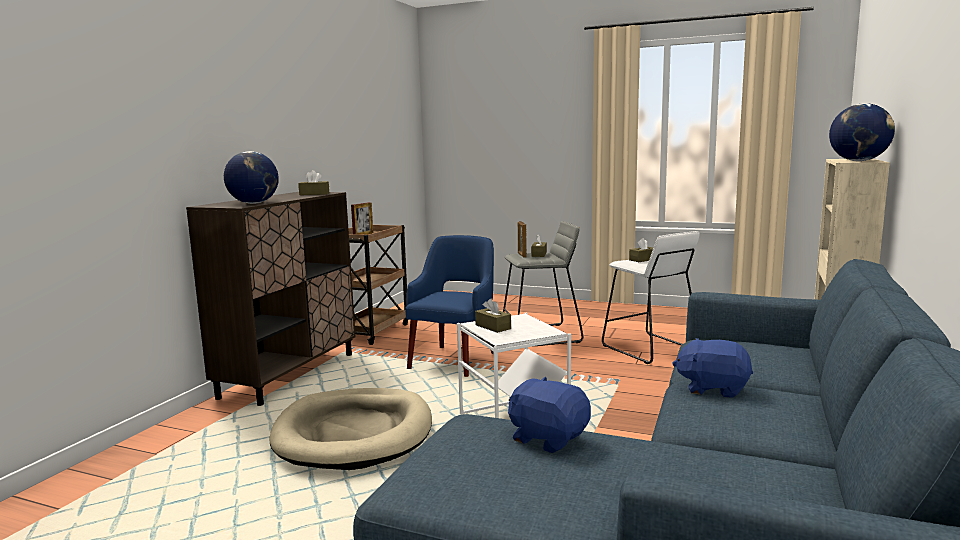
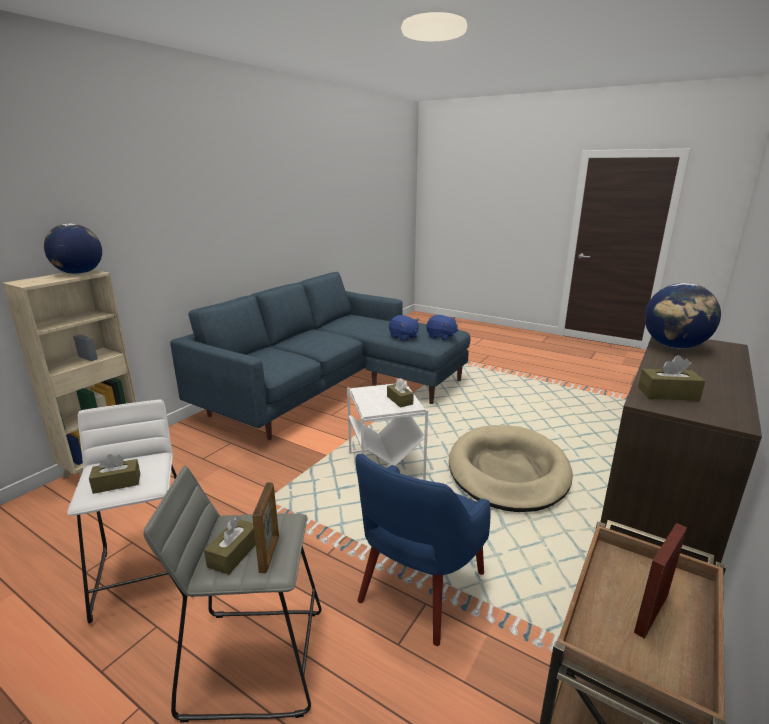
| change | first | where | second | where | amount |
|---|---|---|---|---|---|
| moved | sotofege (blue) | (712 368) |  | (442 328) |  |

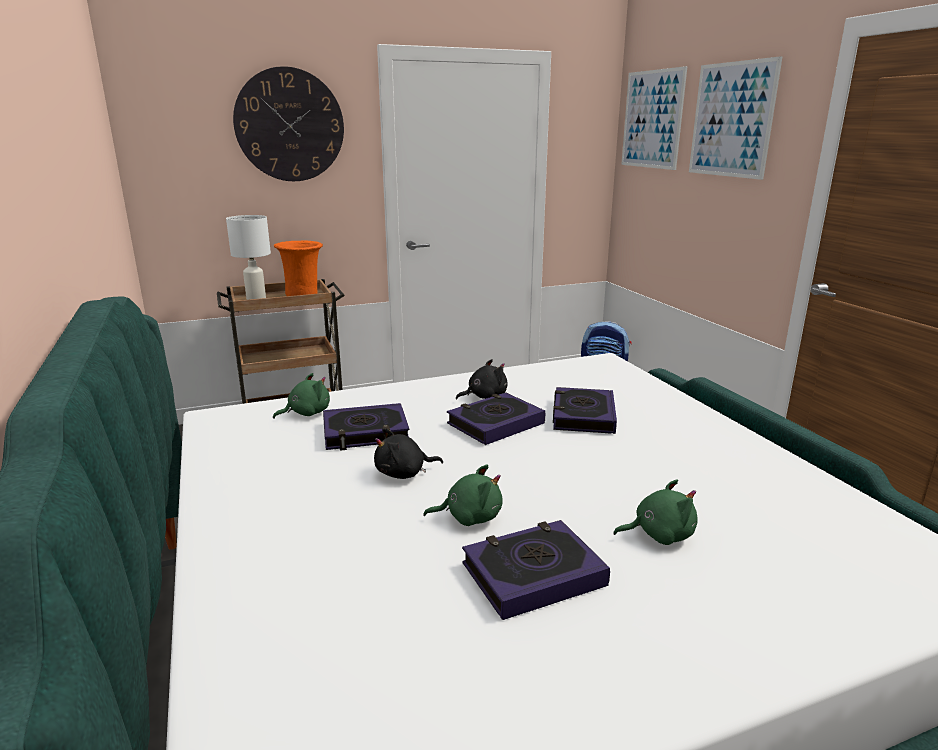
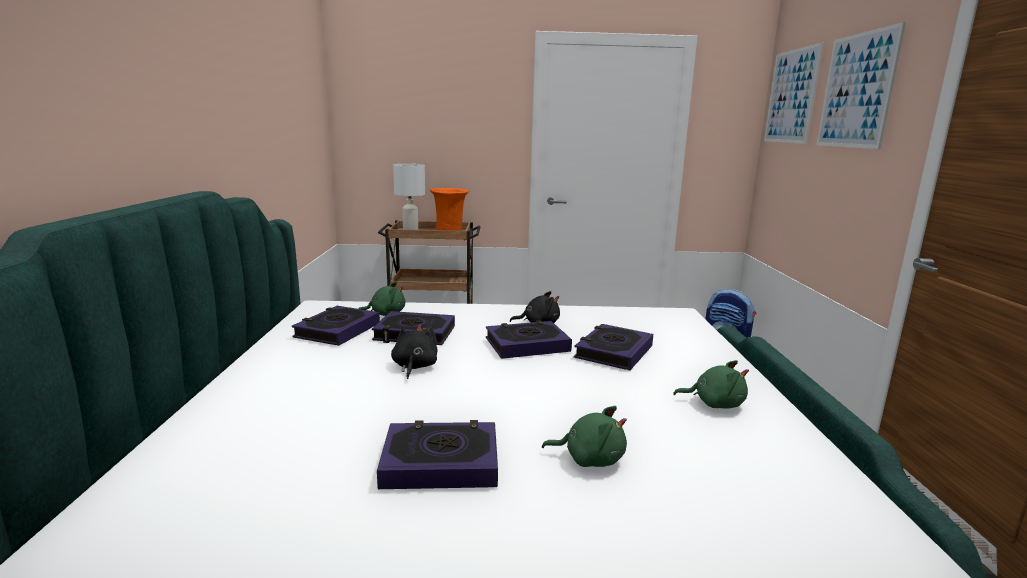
| change | first | where | second | where | amount |
|---|---|---|---|---|---|
| added |  |  | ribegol | (336 326) |  |
| turned | sotofege (black) | (408 453) |  | (414 351) | 90 degrees clockwise |
| moved | sotofege (green) | (463 495) |  | (711 384) |  |
| removed | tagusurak | (288 123) |  |  |  |

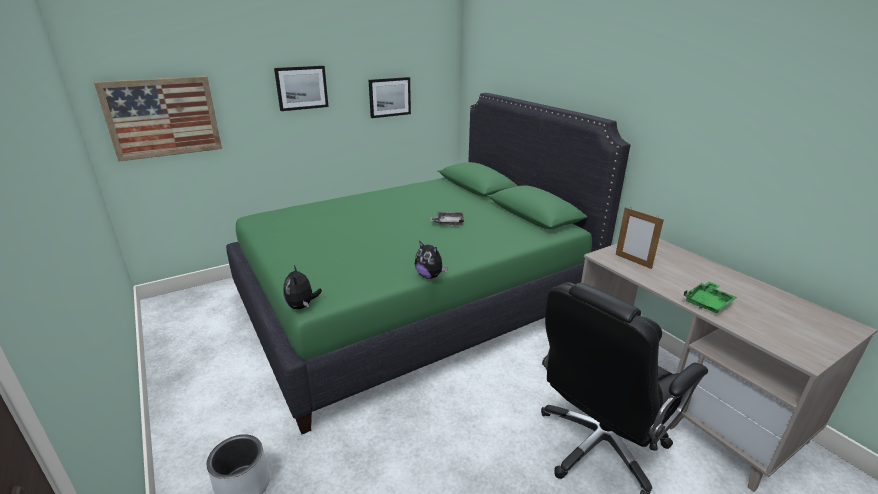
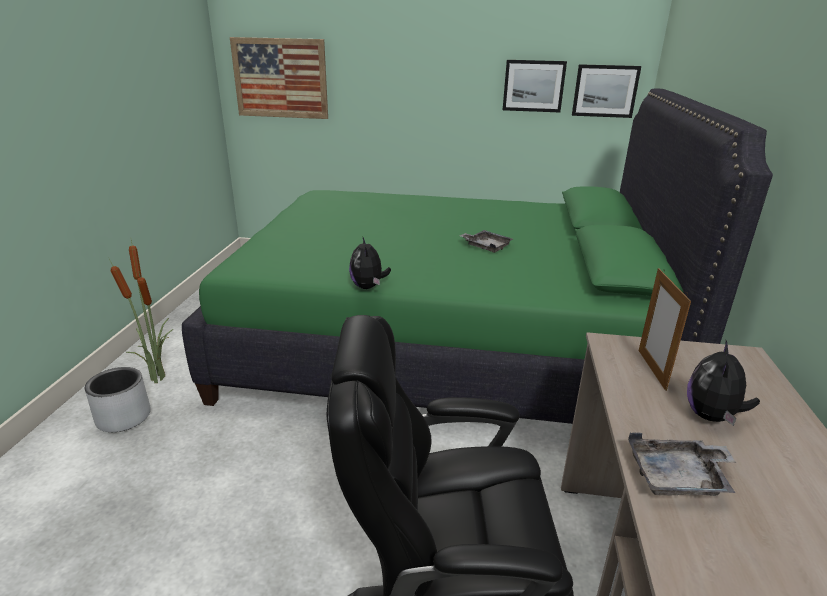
| change | first | where | second | where | amount |
|---|---|---|---|---|---|
| added |  |  | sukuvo | (141 309) |  |
| moved | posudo | (301 88) |  | (606 91) |  |
| recoloured | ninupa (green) | (710 297) | ninupa (grey) | (682 464) |  |
| moved | sotofege | (302 287) |  | (723 383) |  |

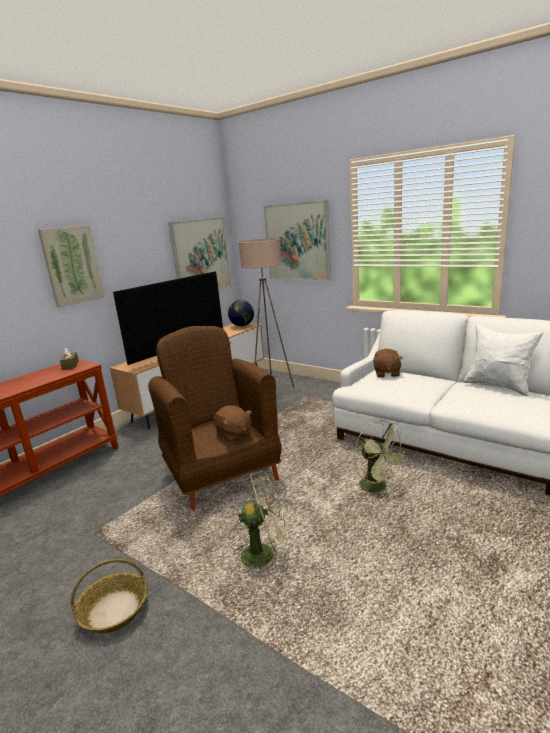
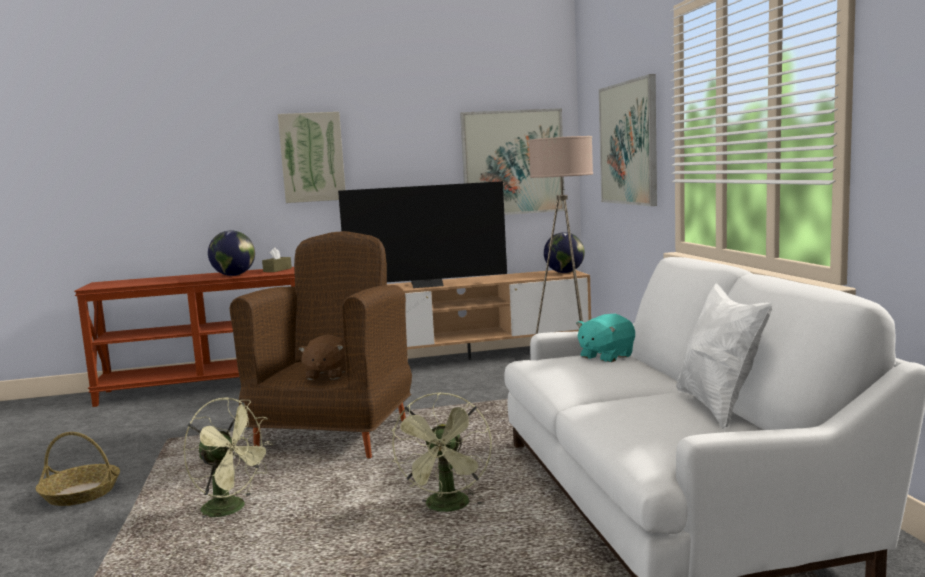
| change | first | where | second | where | amount |
|---|---|---|---|---|---|
| added |  |  | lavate | (231 253) |  |
| recoloured | sotofege (brown) | (388 363) | sotofege (turquoise) | (605 338) |  |

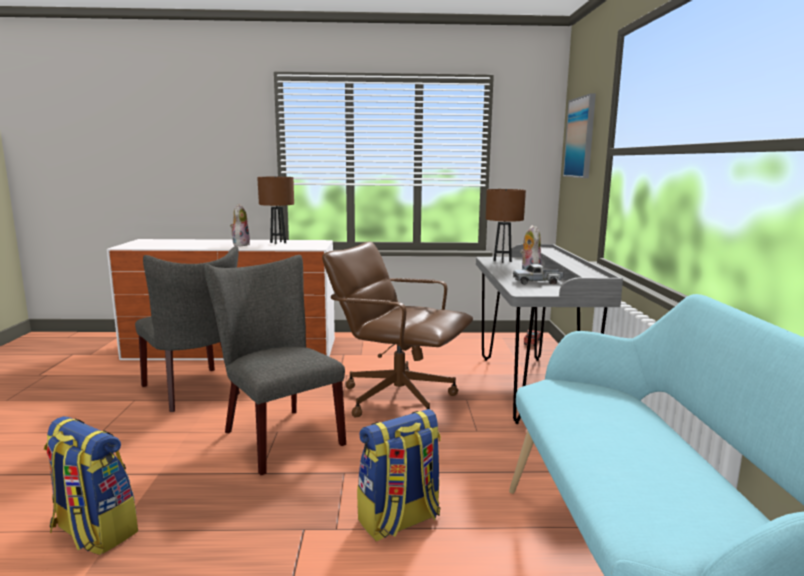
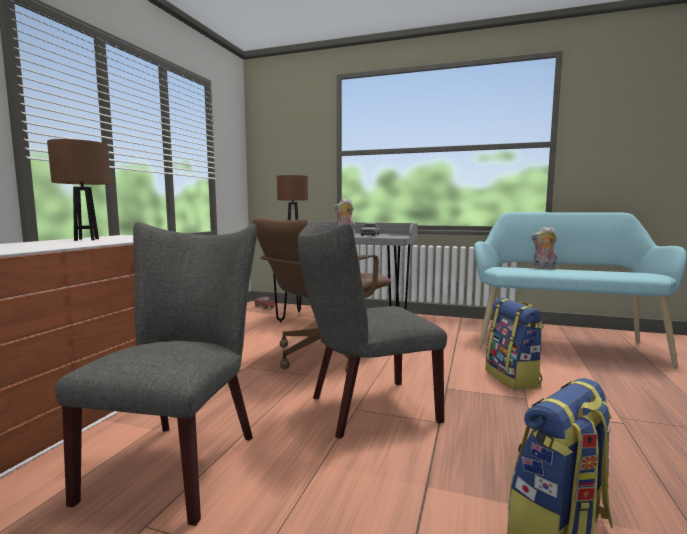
| change | first | where | second | where | amount |
|---|---|---|---|---|---|
| turned | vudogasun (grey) | (187 329) |  | (156 374) | 60 degrees counterclockwise |
| moved | sotofege | (240 225) |  | (544 248) |  |
| removed | posudo | (579 135) |  |  |  |

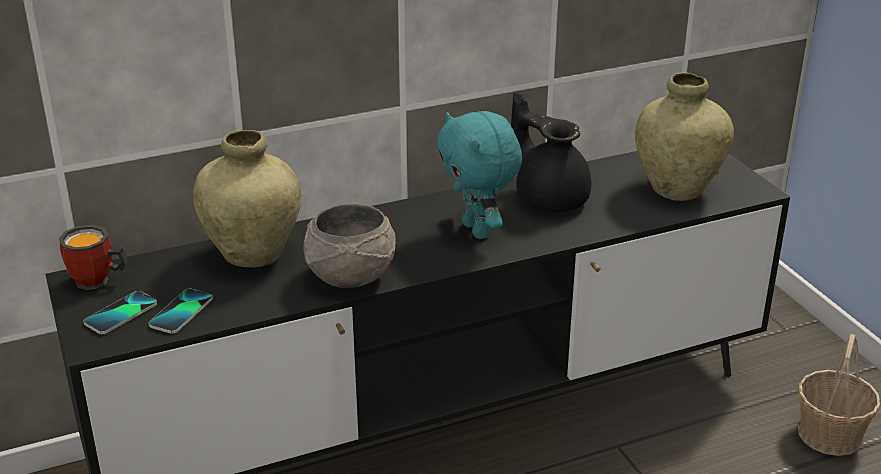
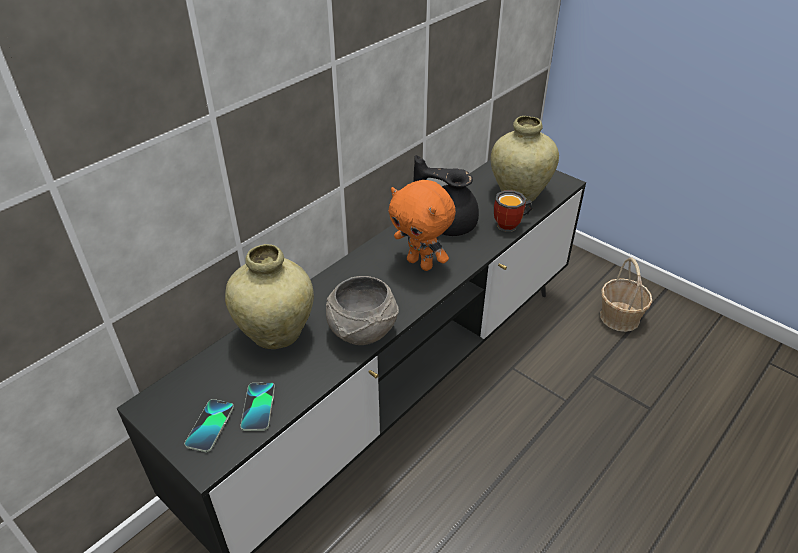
| change | first | where | second | where | amount |
|---|---|---|---|---|---|
| recoloured | sotofege (turquoise) | (479 175) | sotofege (orange) | (422 225) |  |
| moved | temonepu | (93 257) |  | (513 211) |  |

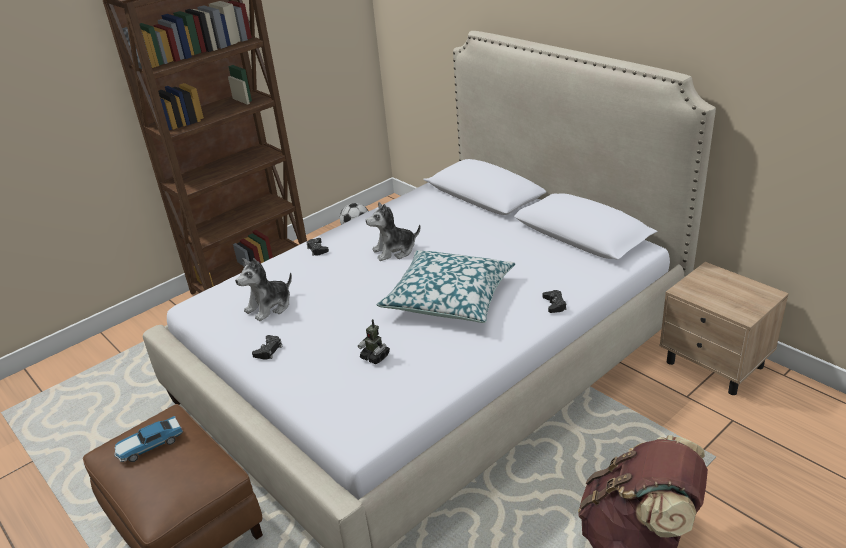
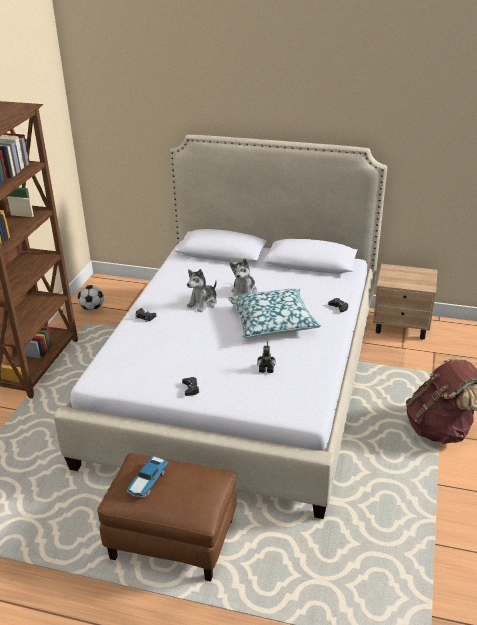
| change | first | where | second | where | amount |
|---|---|---|---|---|---|
| moved | sotofege | (263 289) |  | (243 277) |  |

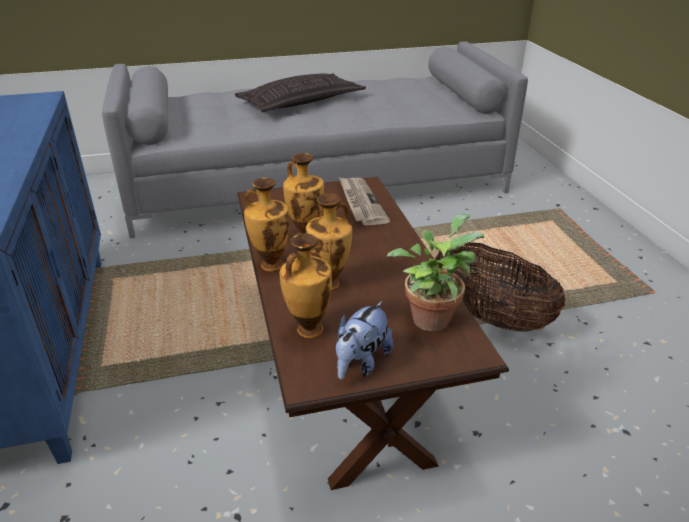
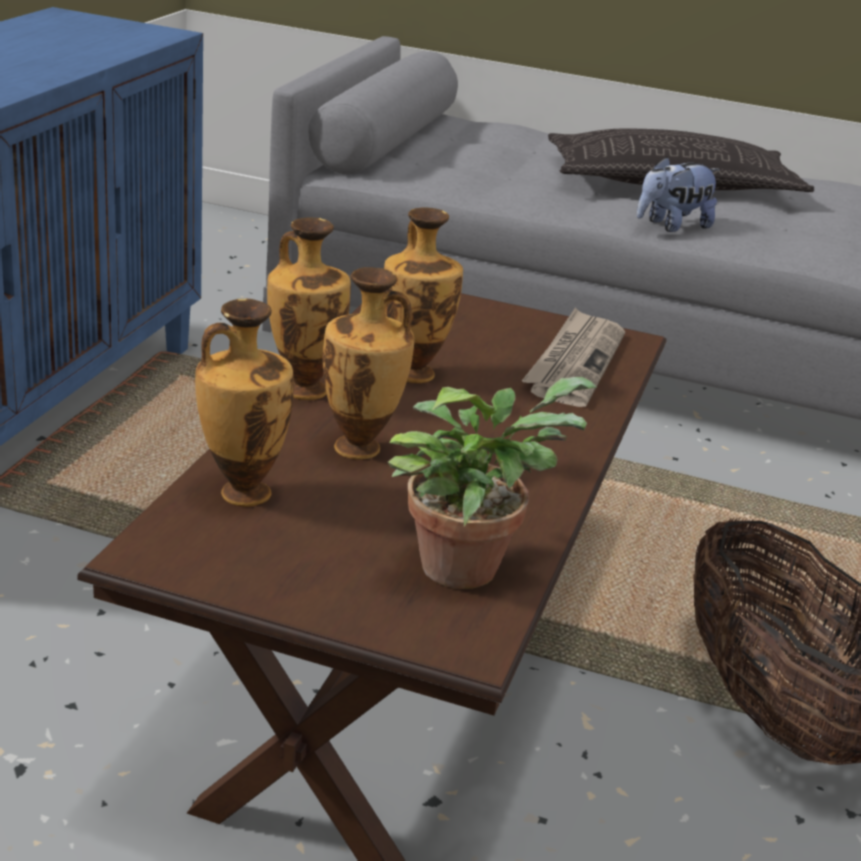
| change | first | where | second | where | amount |
|---|---|---|---|---|---|
| moved | sotofege | (364 340) |  | (678 194) |  |

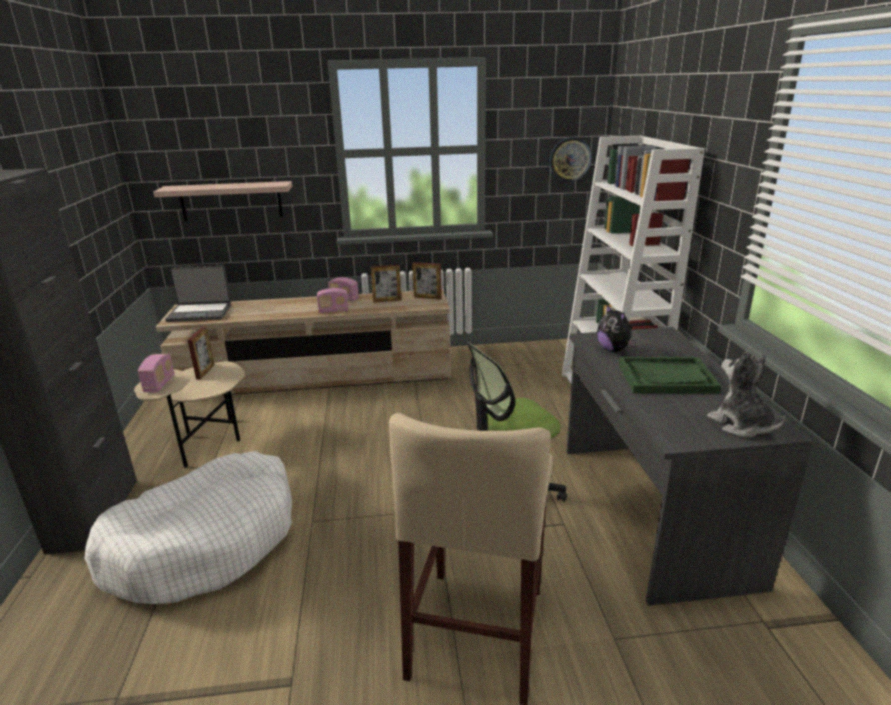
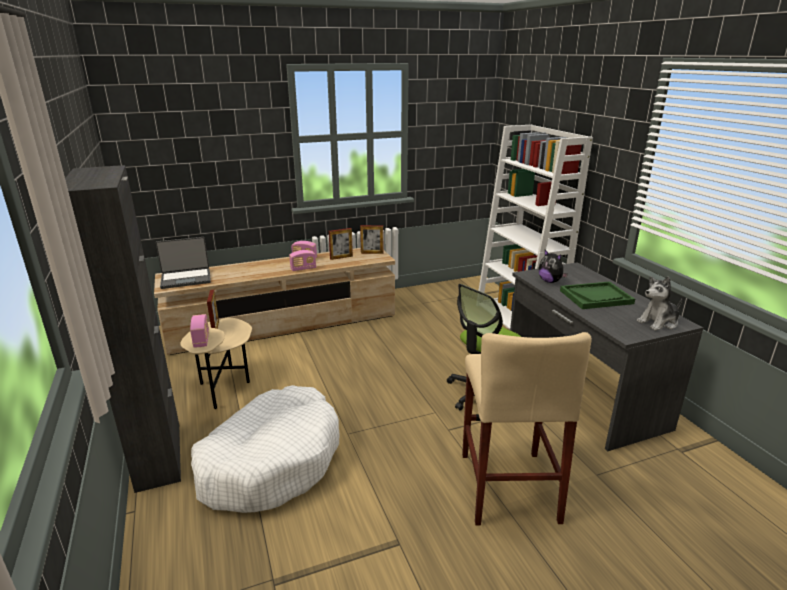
| change | first | where | second | where | amount |
|---|---|---|---|---|---|
| turned | sotofege | (746 394) |  | (659 303) | 75 degrees counterclockwise |
| removed | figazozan | (222 201) |  |  |  |
| removed | tagusurak | (571 159) |  |  |  |

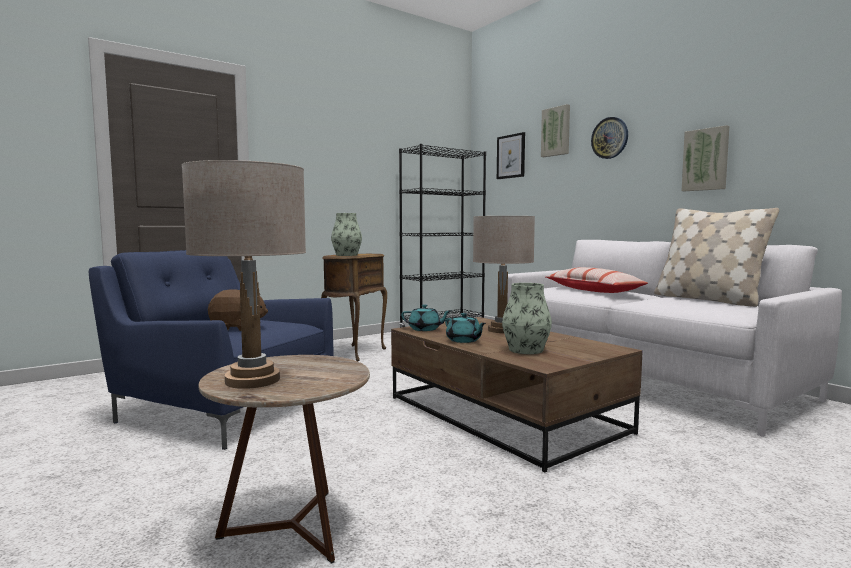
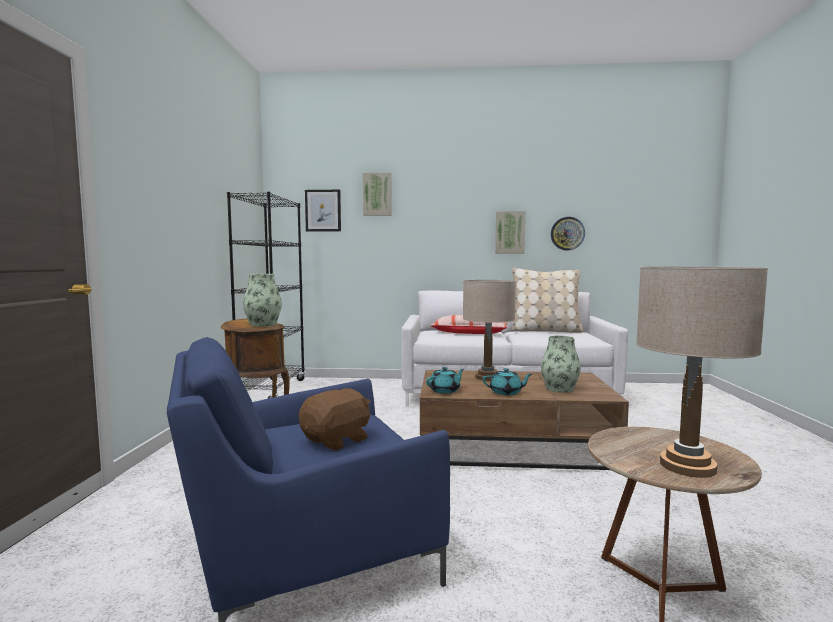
| change | first | where | second | where | amount |
|---|---|---|---|---|---|
| moved | tagusurak | (609 138) |  | (568 233) |  |

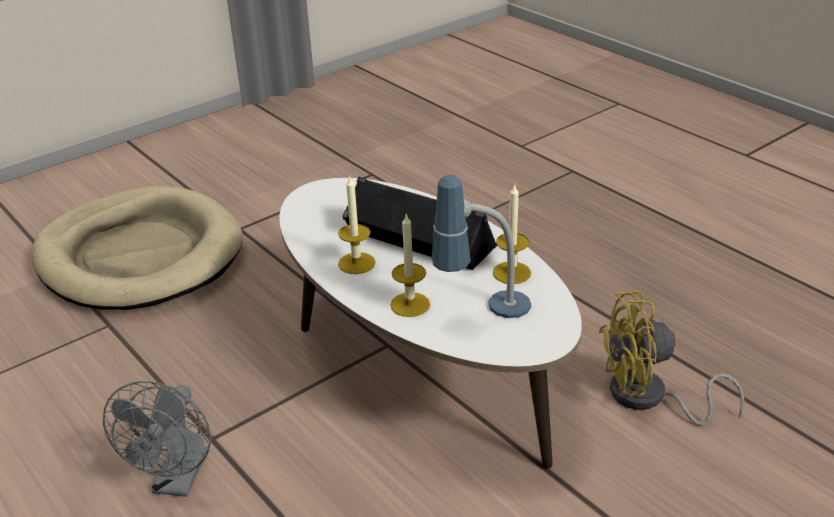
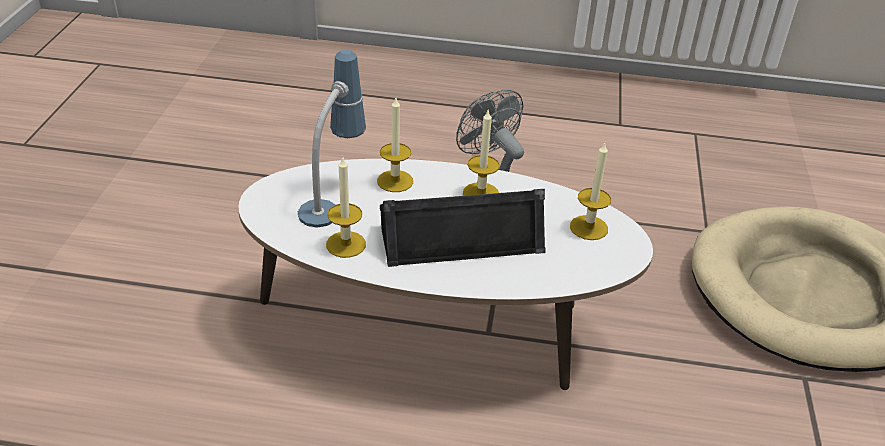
| change | first | where | second | where | amount |
|---|---|---|---|---|---|
| added |  |  | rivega | (590 191) |  |
| removed | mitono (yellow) | (672 358) |  |  |  |

